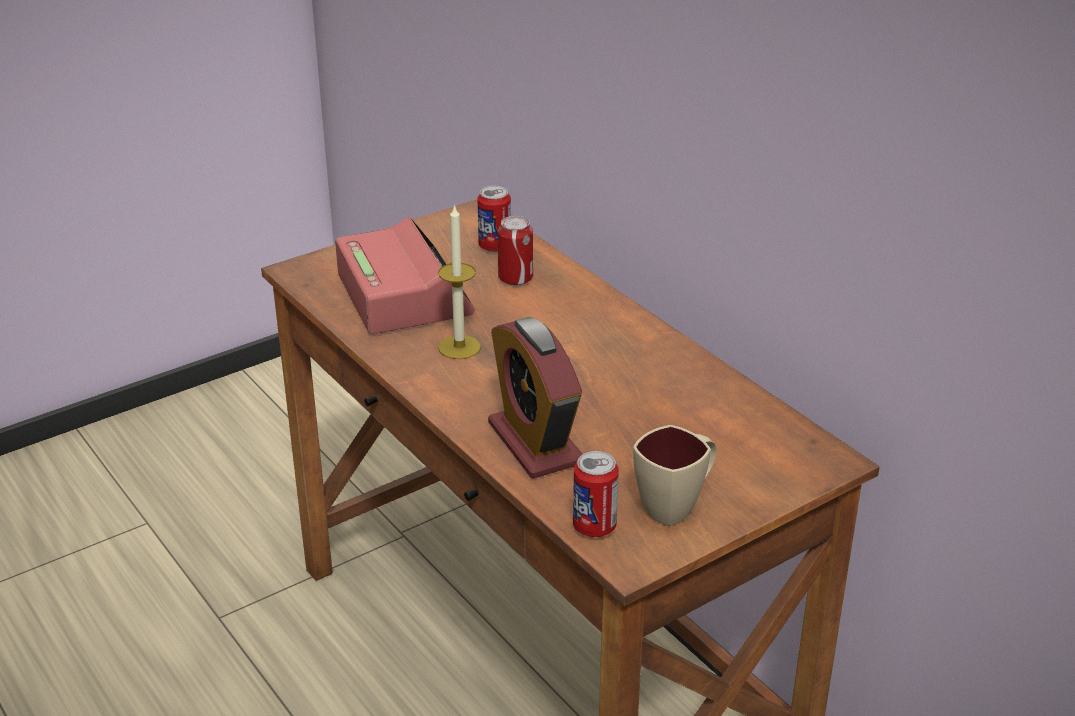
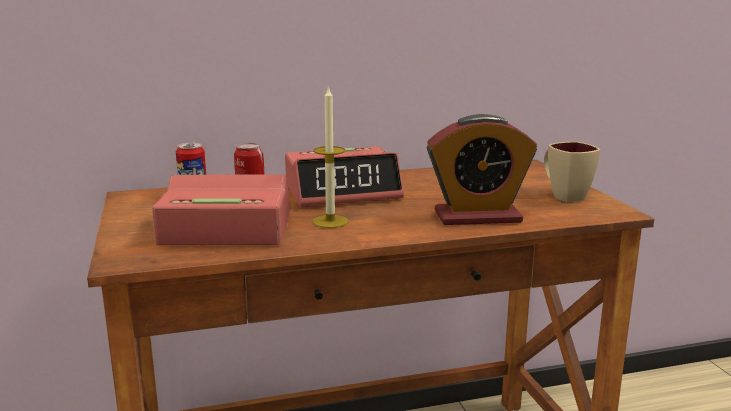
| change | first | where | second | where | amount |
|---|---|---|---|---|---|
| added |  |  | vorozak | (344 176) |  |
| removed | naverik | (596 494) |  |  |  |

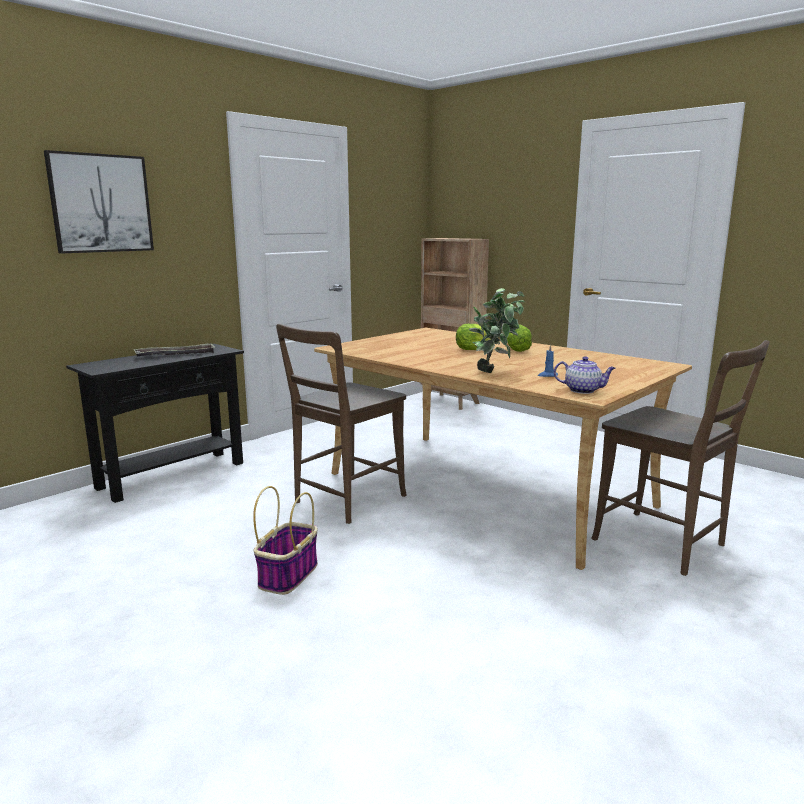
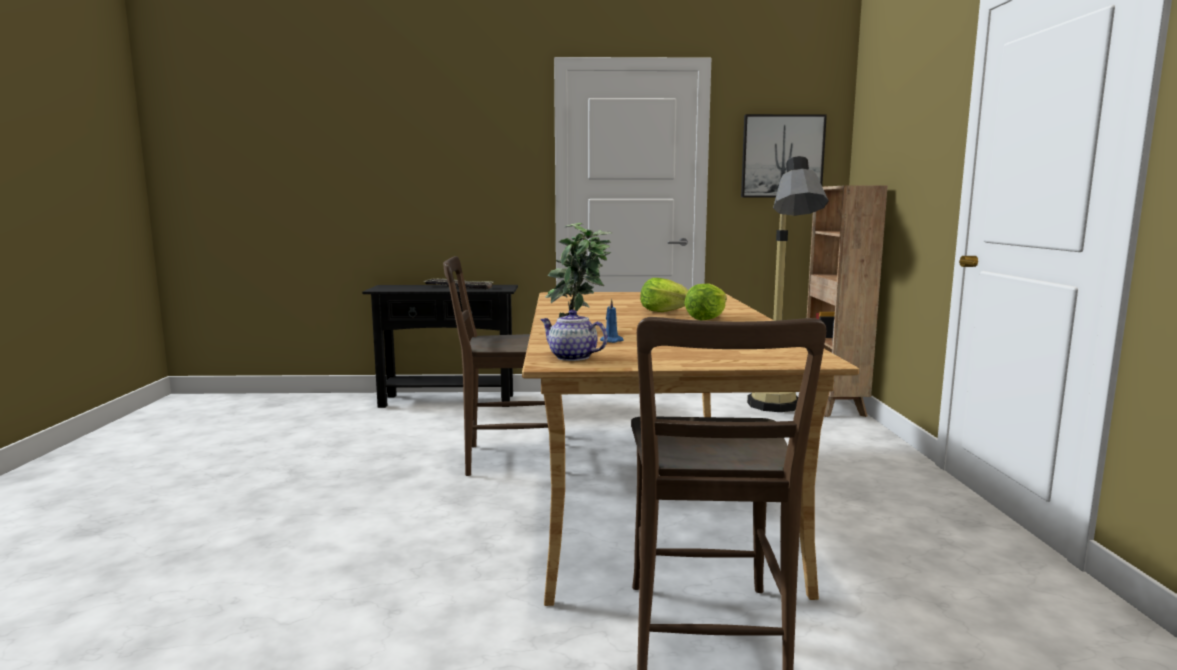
| change | first | where | second | where | amount |
|---|---|---|---|---|---|
| turned | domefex | (585 375) |  | (574 335) | 150 degrees clockwise |
| moved | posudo | (99 202) |  | (784 155) |  |
| added |  |  | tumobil | (788 284) |  |
| removed | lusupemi | (285 540) |  |  |  |

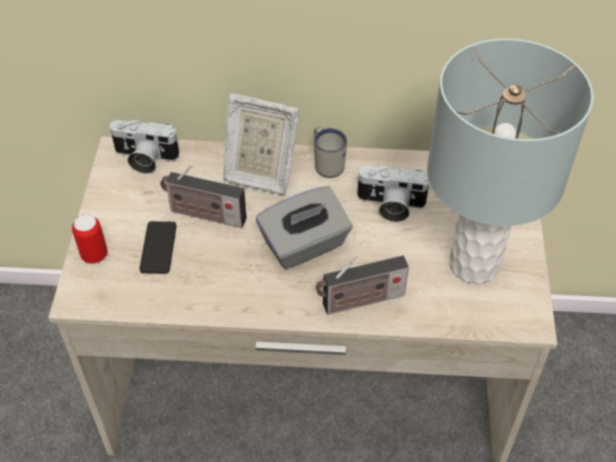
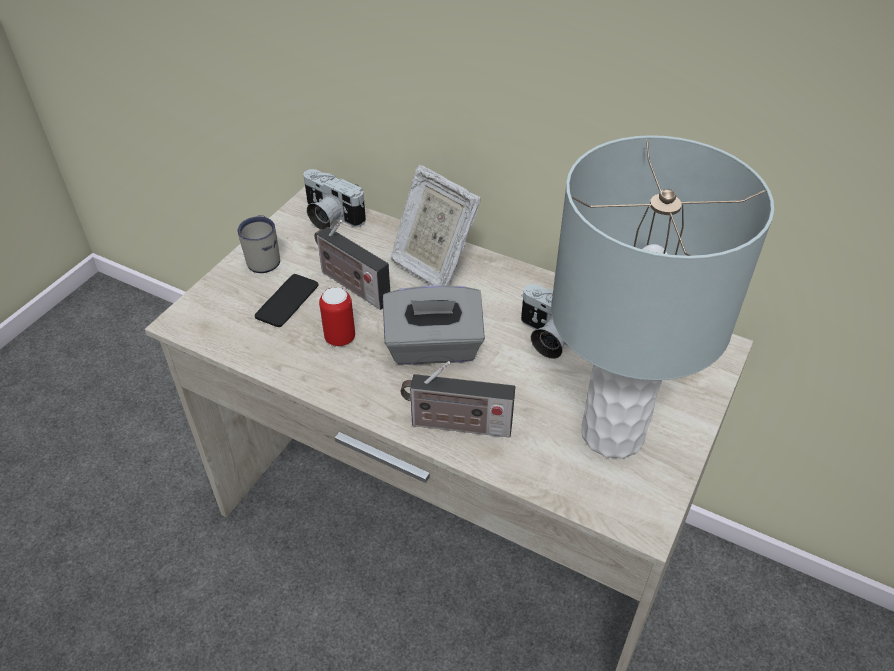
| change | first | where | second | where | amount |
|---|---|---|---|---|---|
| moved | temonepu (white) | (330 152) |  | (258 244) |  |
| moved | naverik | (90 239) |  | (337 317) |  |

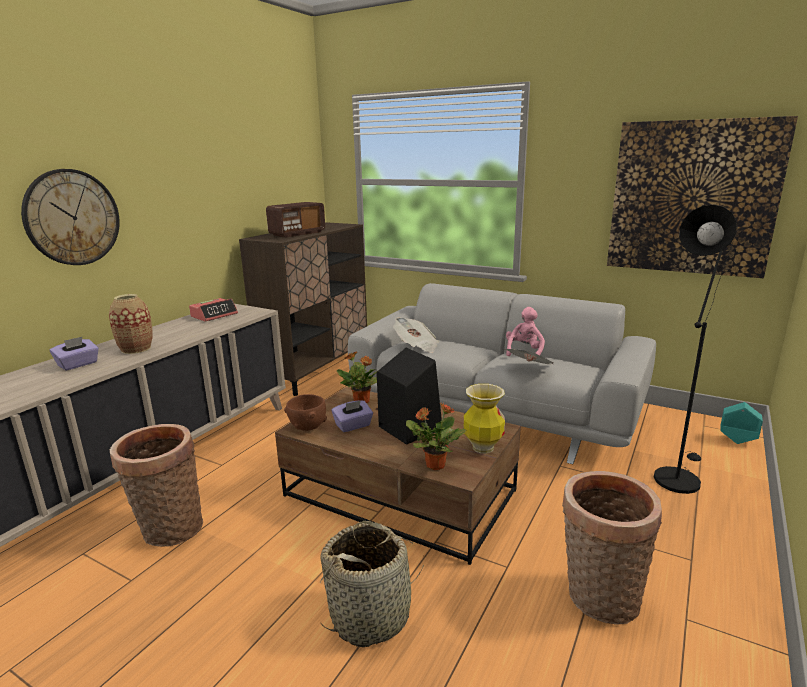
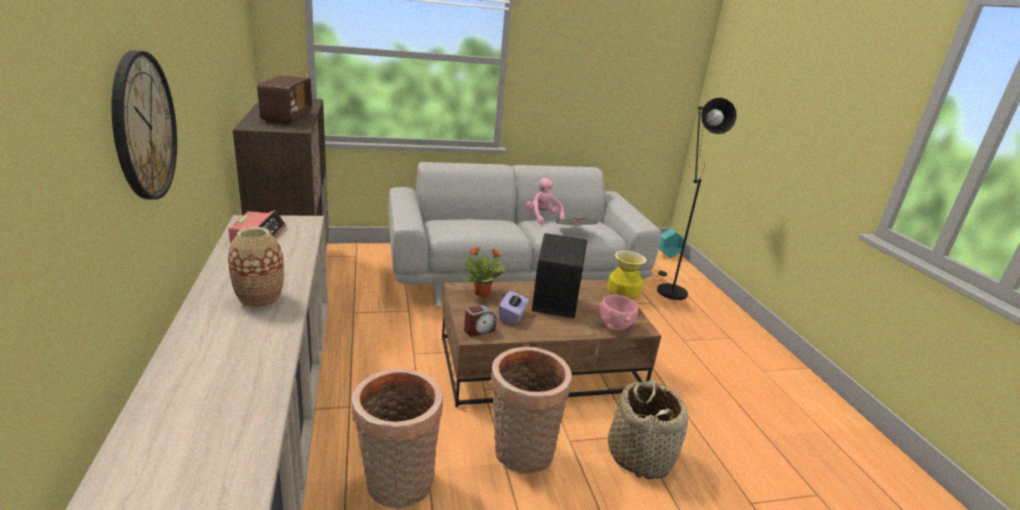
| change | first | where | second | where | amount |
|---|---|---|---|---|---|
| replaced | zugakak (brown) | (305 412) | vorozak | (480 321) |  |
| moved | lusupemi | (612 548) |  | (531 410) |  |
| replaced | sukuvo | (436 436) | zugakak (pink) | (618 313) |  |
| removed | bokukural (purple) | (74 353) |  |  |  |
| removed | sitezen | (416 335) |  |  |  |
| removed | posudo | (702 197) |  |  |  |

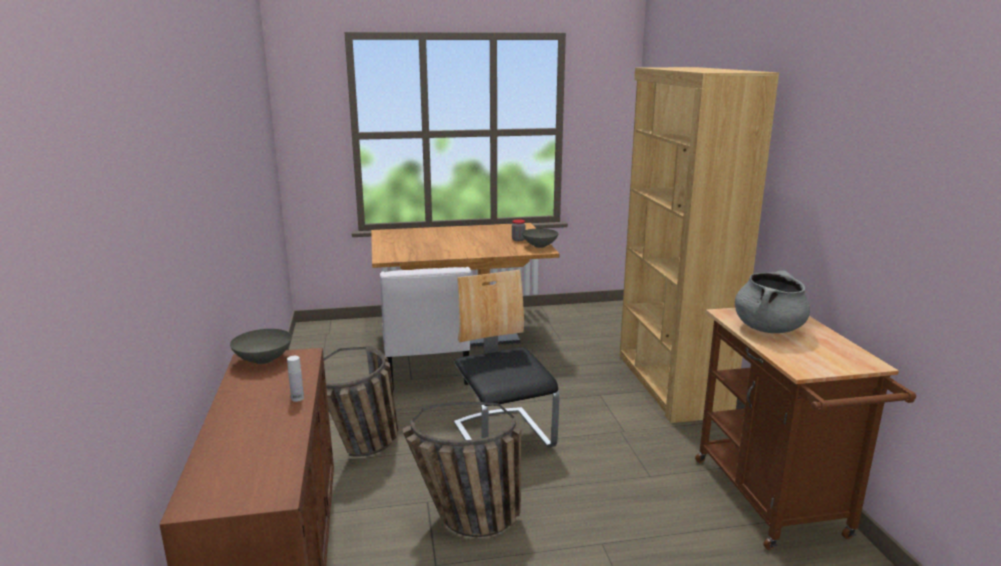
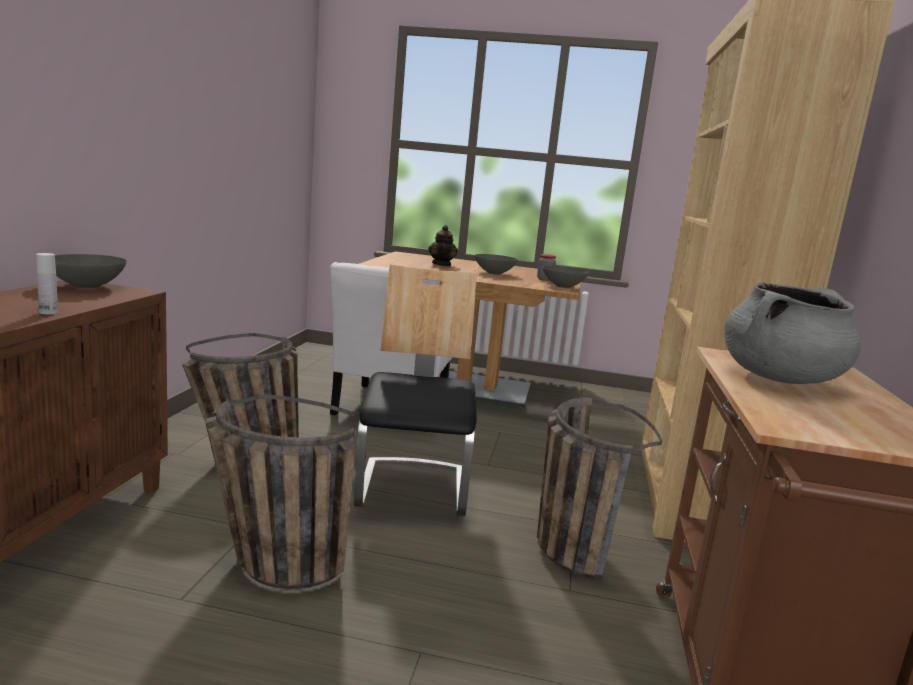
| change | first | where | second | where | amount |
|---|---|---|---|---|---|
| added |  |  | domefex | (443 245) |  |
| added |  |  | zugakak (grey) | (496 264) |  |
| added |  |  | lusupemi | (599 488) |  |

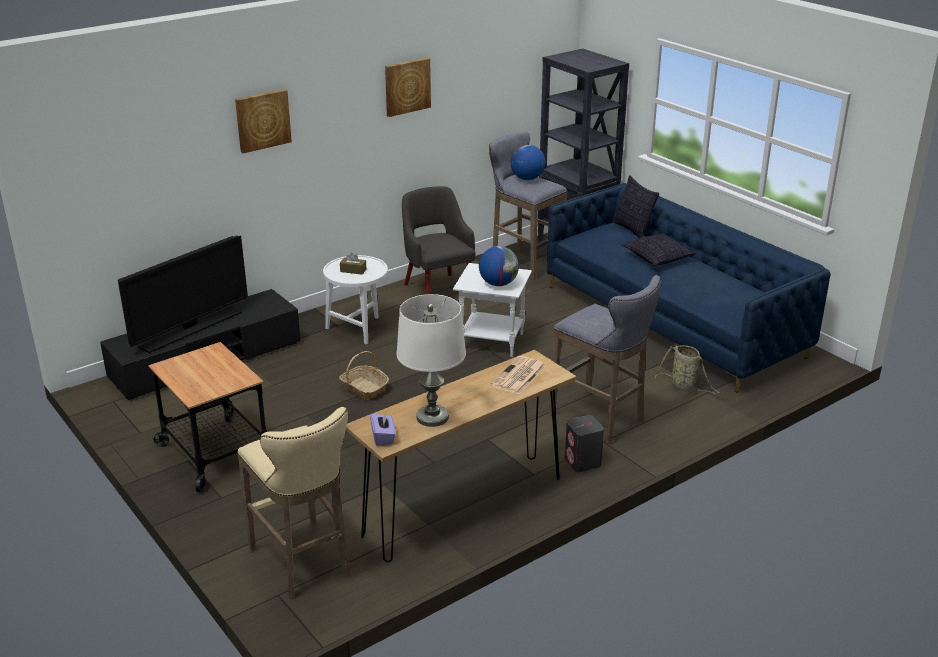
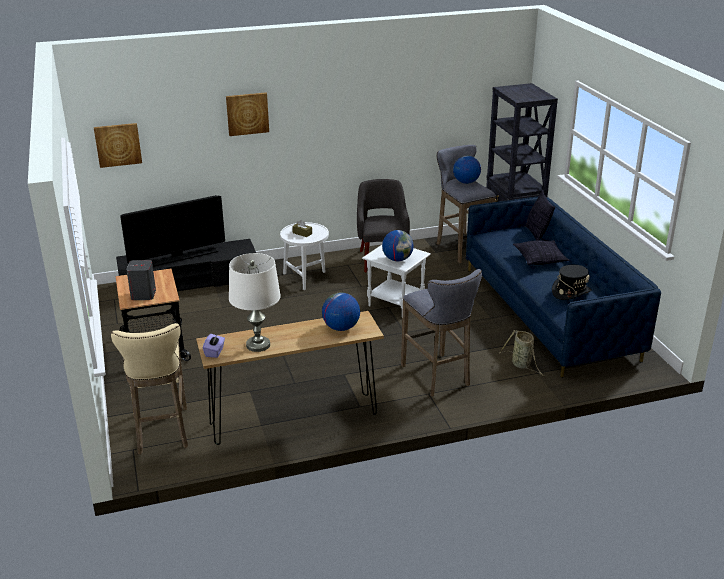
| change | first | where | second | where | amount |
|---|---|---|---|---|---|
| moved | posudo | (408 87) |  | (118 145) |  |
| moved | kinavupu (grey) | (584 443) |  | (141 280) |  |
| replaced | sitezen | (518 375) | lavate | (341 311) |  |
| added |  |  | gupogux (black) | (572 282) |  |
| removed | lusupemi | (364 375) |  |  |  |

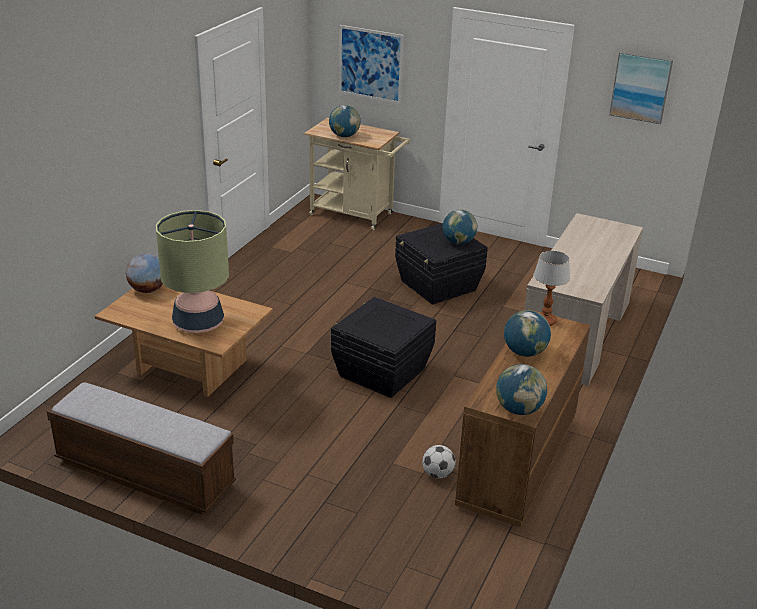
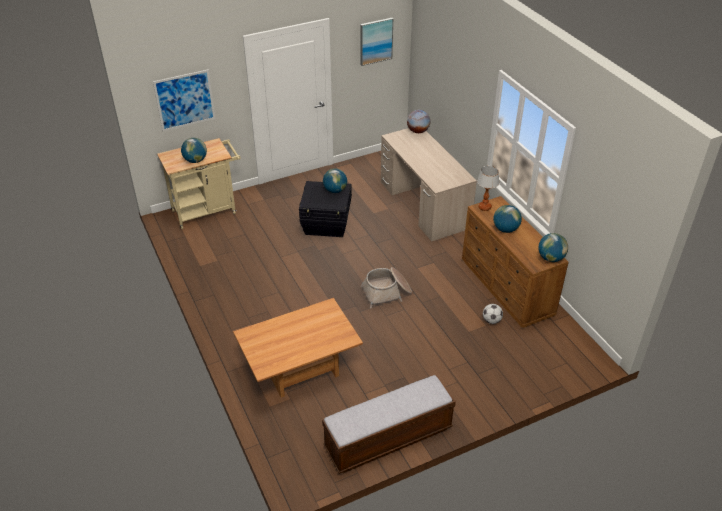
| change | first | where | second | where | amount |
|---|---|---|---|---|---|
| replaced | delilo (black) | (383 347) | lusupemi | (386 287) |  |
| moved | lavate | (144 273) |  | (418 121) |  |
| removed | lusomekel | (192 271) |  |  |  |

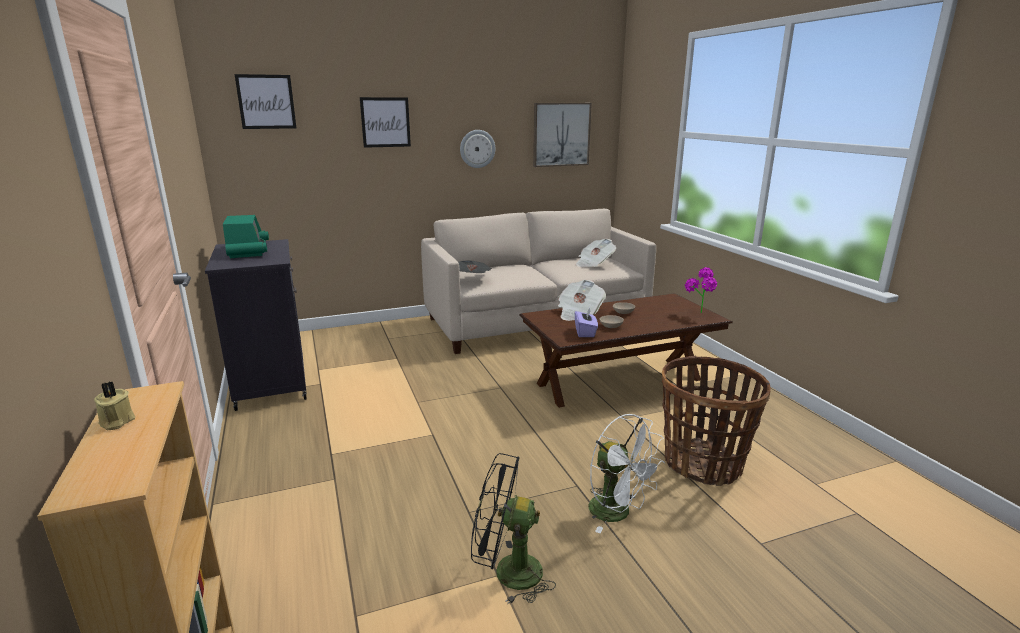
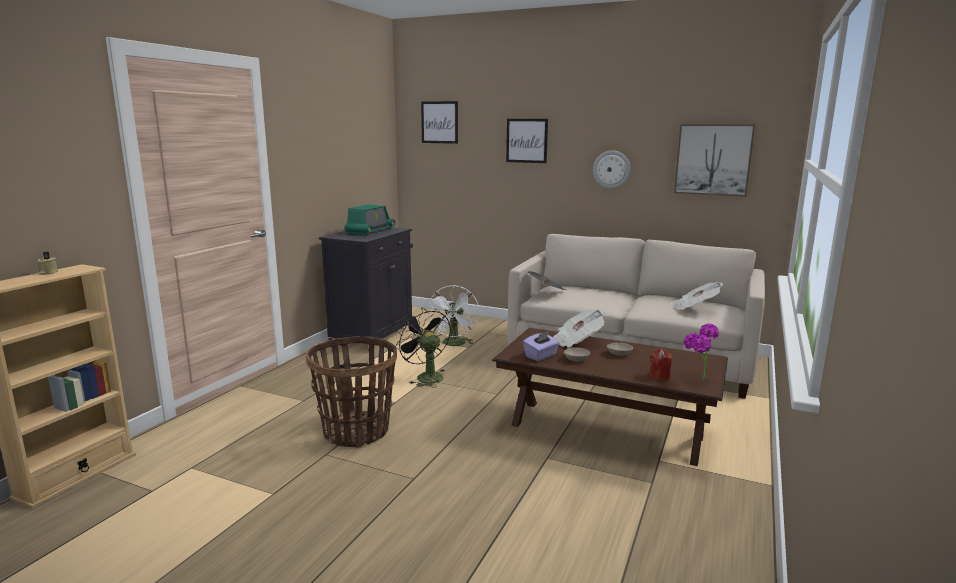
| change | first | where | second | where | amount |
|---|---|---|---|---|---|
| moved | lusupemi | (716 421) |  | (351 392) |  |
| moved | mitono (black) | (513 528) |  | (423 348) |  |
| moved | mitono (white) | (626 473) |  | (453 315) |  |
| added |  |  | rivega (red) | (661 364) |  |

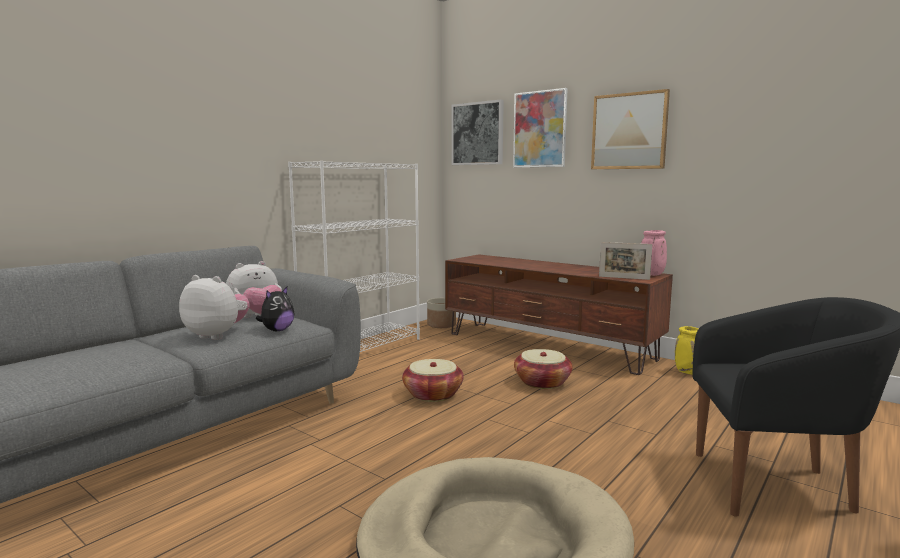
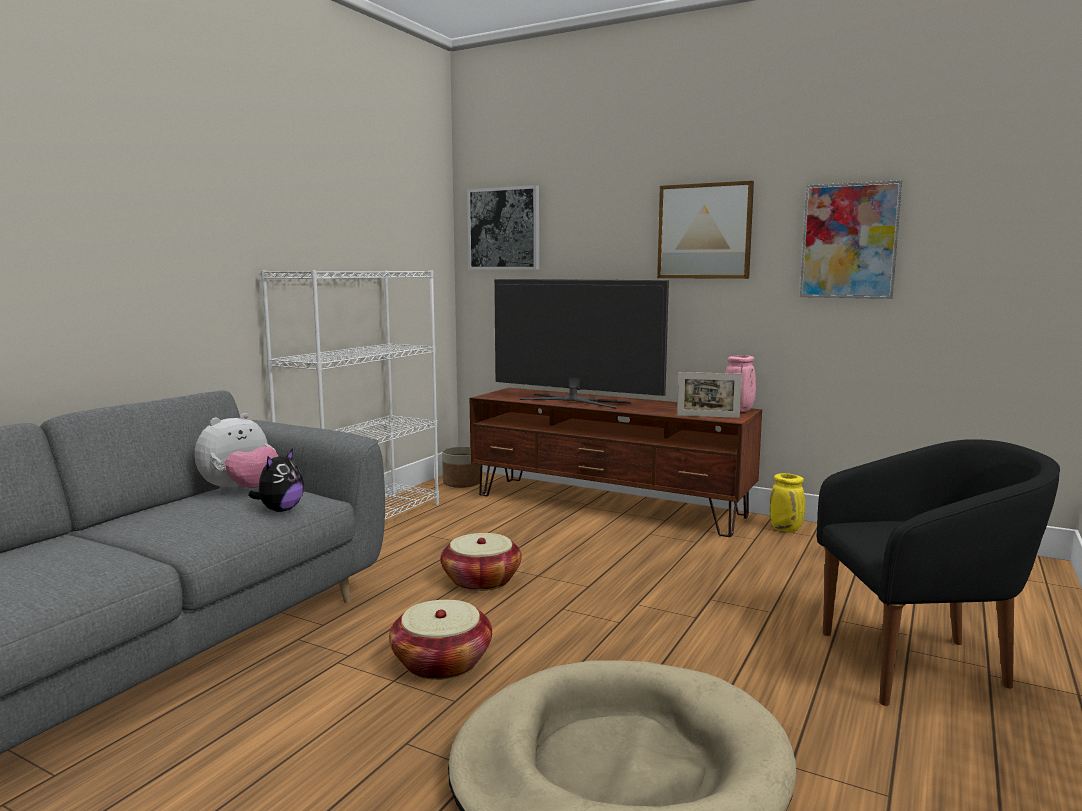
| change | first | where | second | where | amount |
|---|---|---|---|---|---|
| moved | lusupemi | (543 369) |  | (440 640) |  |
| added |  |  | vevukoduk | (581 344) |  |
| moved | posudo | (540 127) |  | (851 239) |  |
| removed | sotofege | (214 307) |  |  |  |

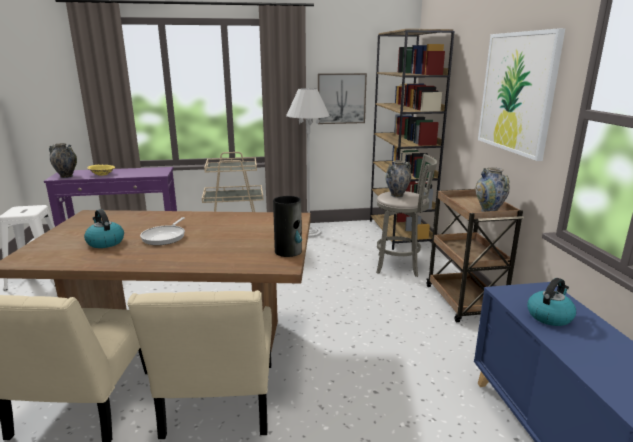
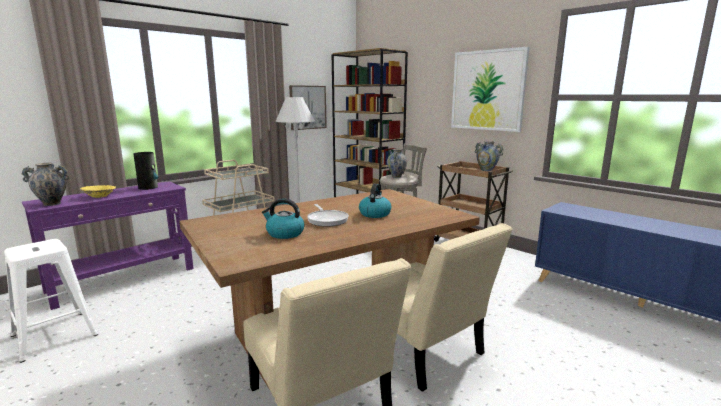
| change | first | where | second | where | amount |
|---|---|---|---|---|---|
| moved | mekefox | (287 226) |  | (145 171) |  |
| moved | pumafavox | (551 302) |  | (375 201) |  |

